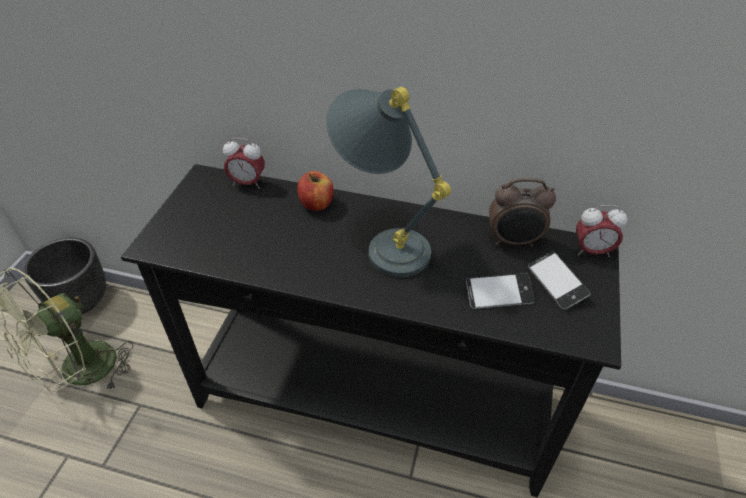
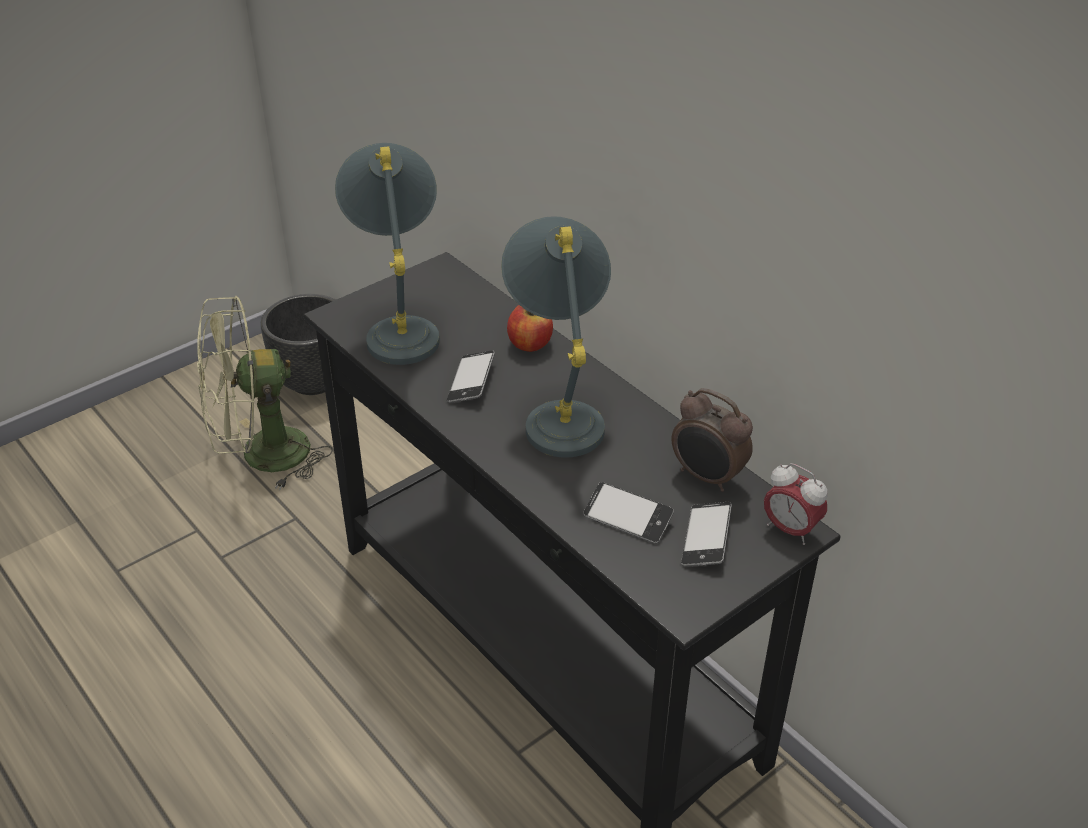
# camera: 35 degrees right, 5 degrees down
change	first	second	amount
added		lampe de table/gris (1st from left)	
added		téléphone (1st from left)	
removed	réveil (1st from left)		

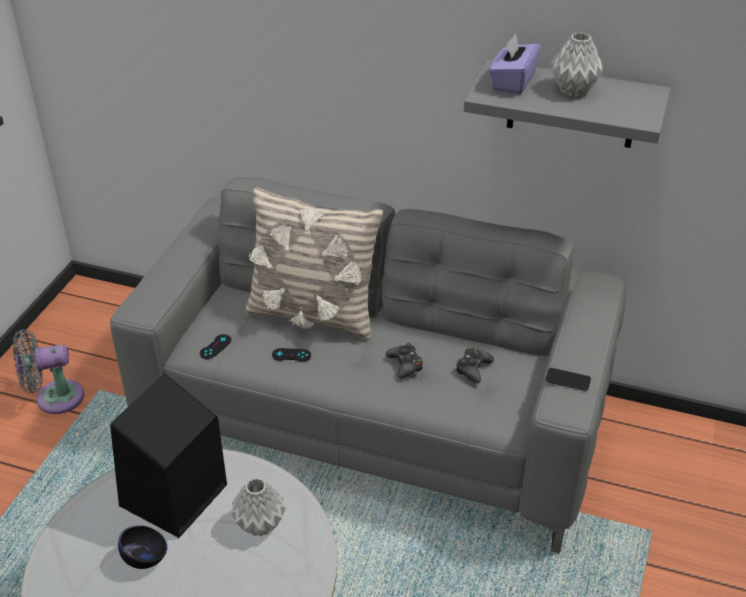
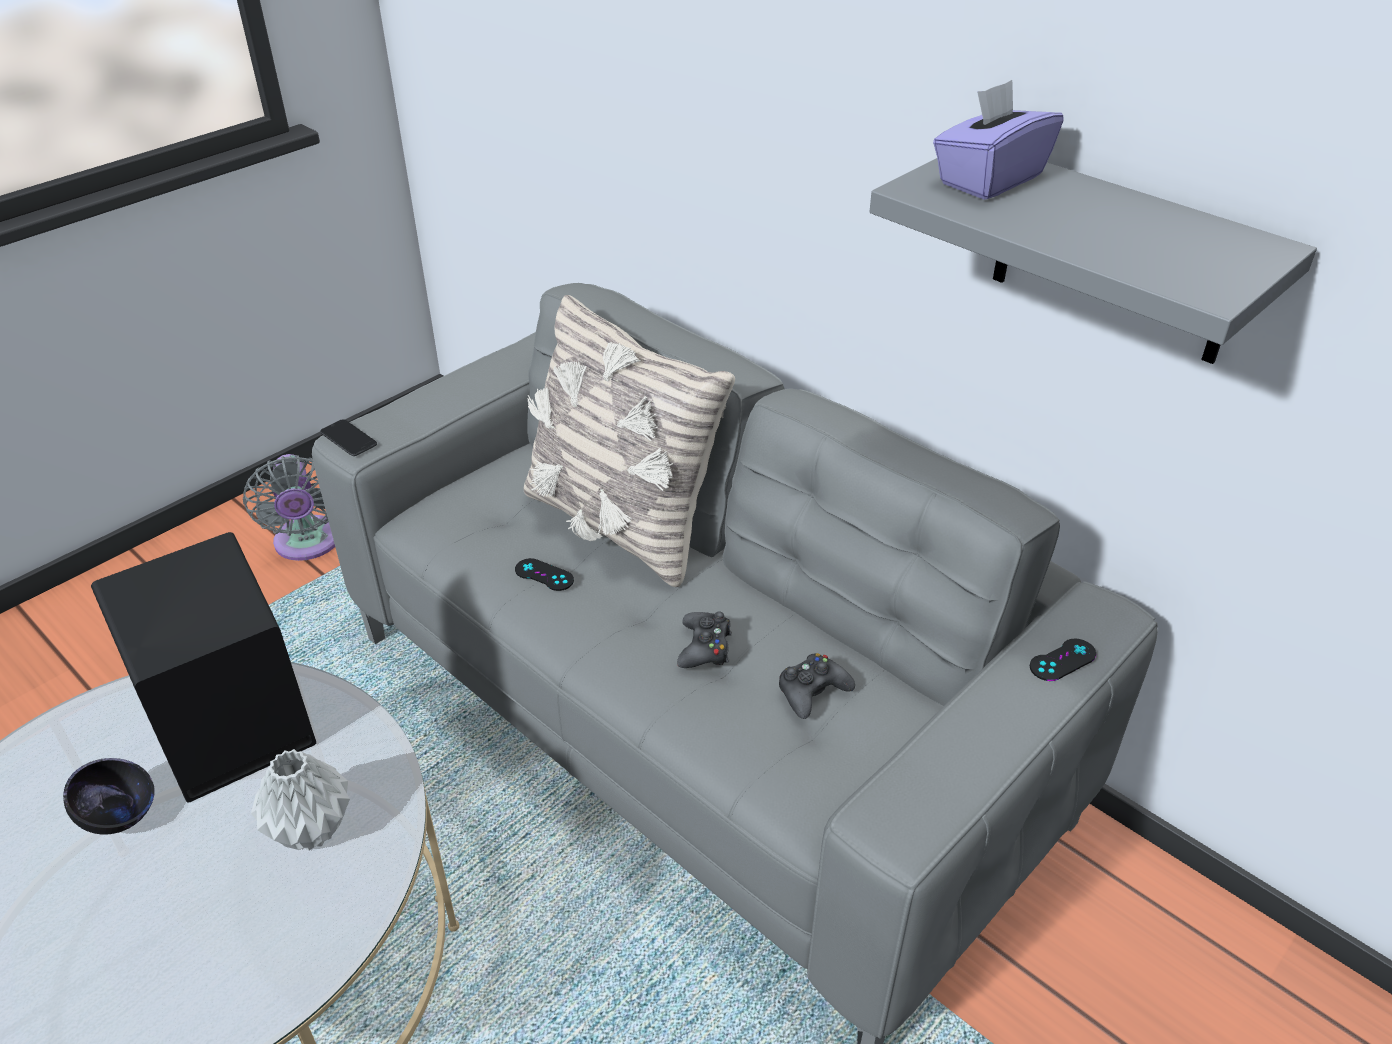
# camera: 25 degrees right, 0 degrees up
change	first	second	amount
turned	ventilateur/gris		120 degrees counterclockwise
moved	téléphone		
moved	manette/noir (1st from left in the first image)	manette/noir (4th from left)	
removed	vase/gris (2nd from left)		

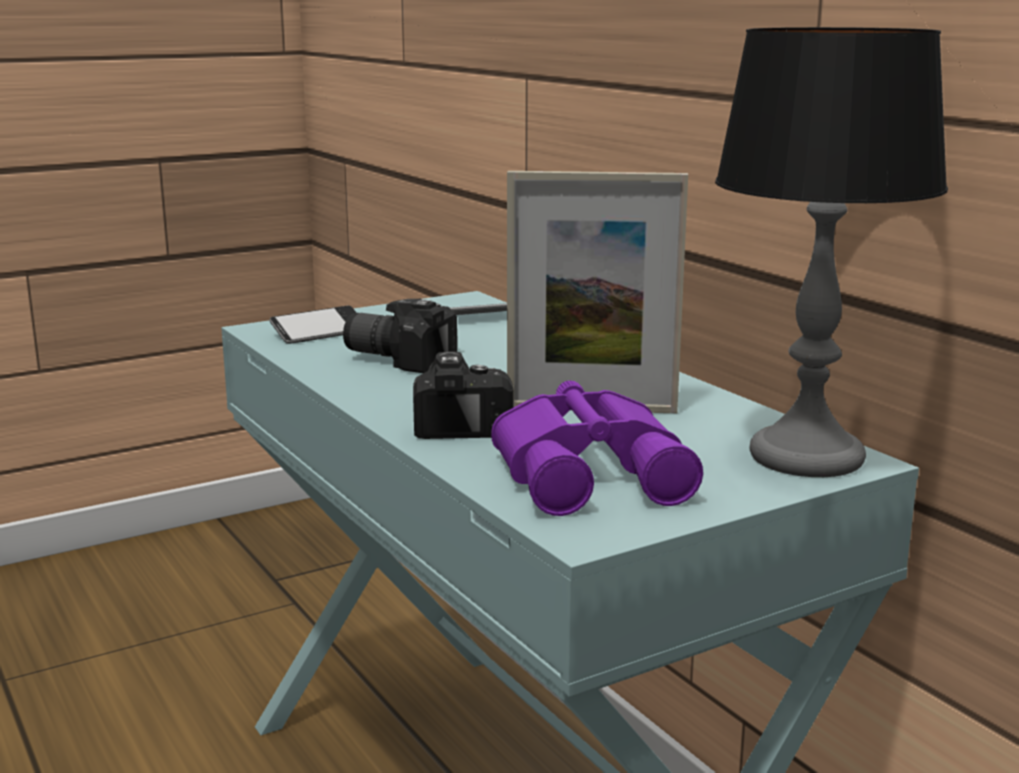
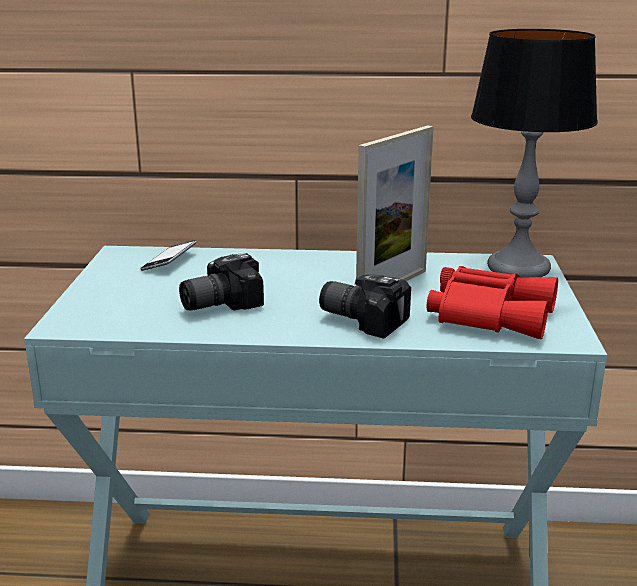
# camera: 55 degrees left, 5 degrees up
change	first	second	amount
recoloured	jumelles/violet	jumelles/rouge	
removed	téléphone (1st from left)		

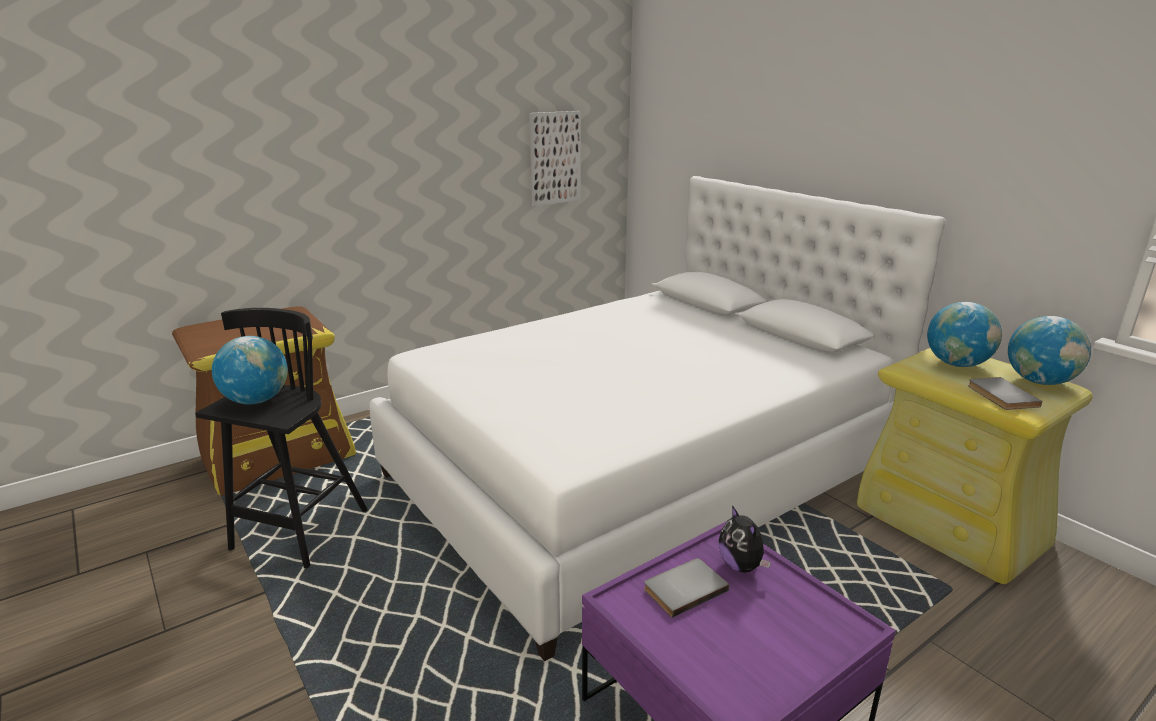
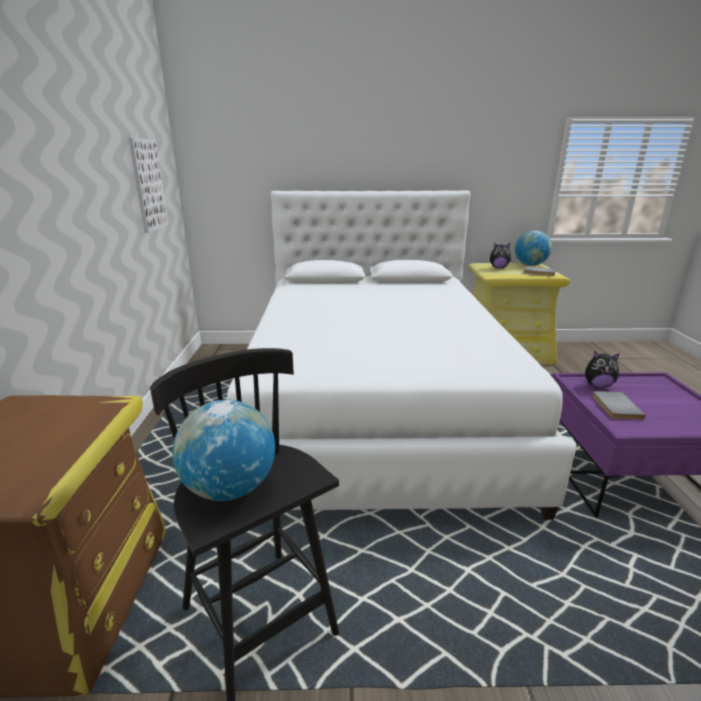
# camera: 55 degrees left, 0 degrees up
change	first	second	amount
replaced	globe (2nd from left)	peluche (1st from left)	

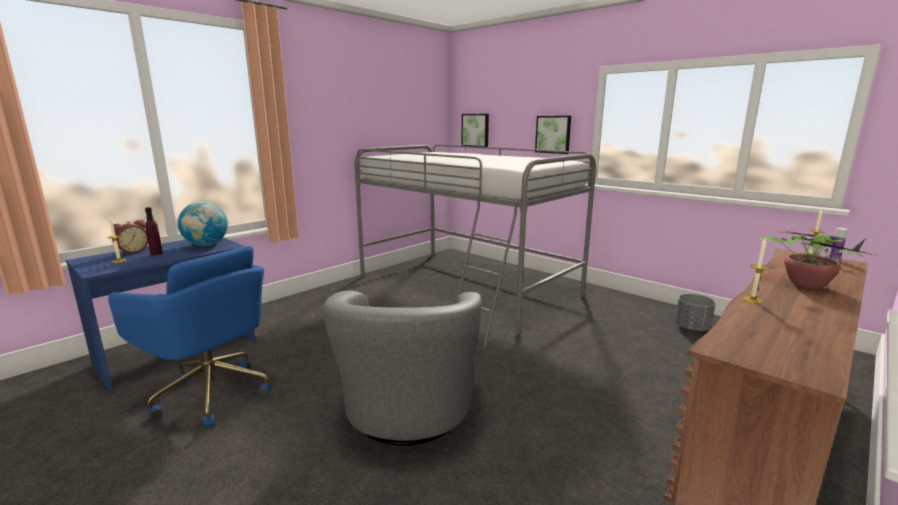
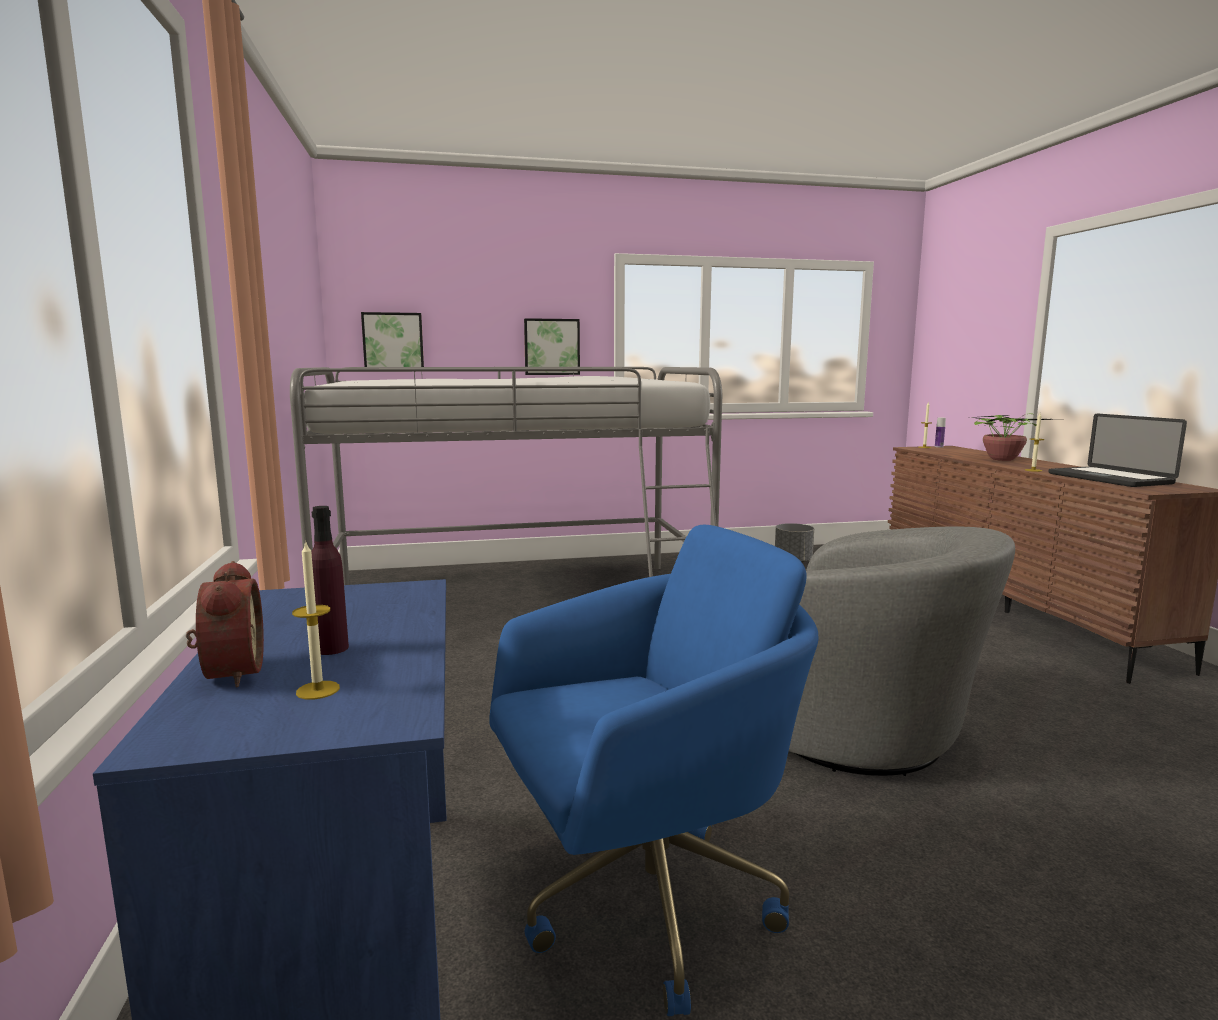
# camera: 55 degrees left, 5 degrees down
change	first	second	amount
added		ordinateur portable	
removed	globe		

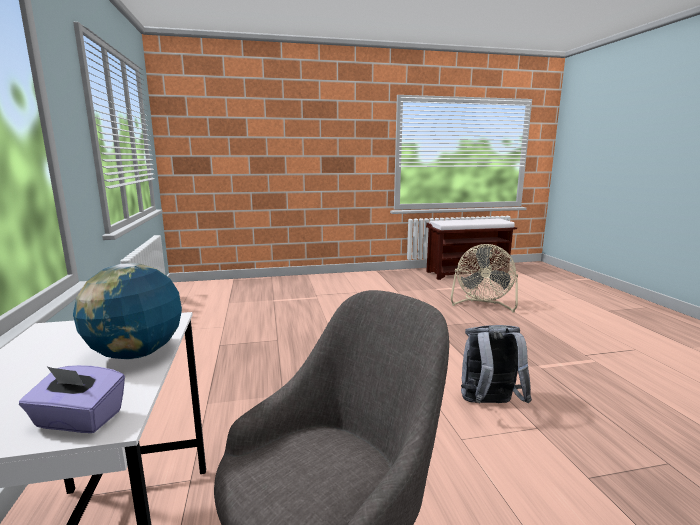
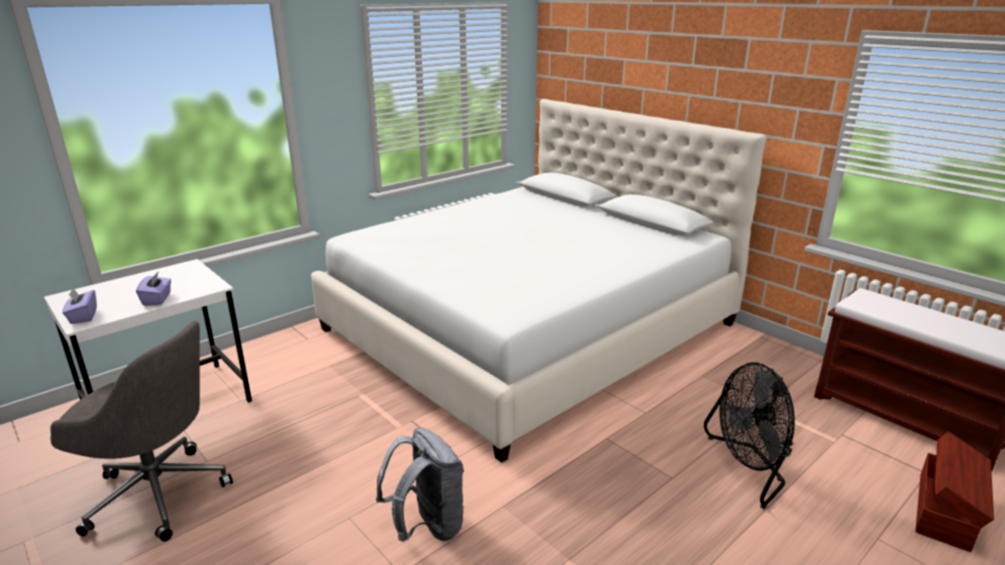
# camera: 60 degrees right, 10 degrees up
change	first	second	amount
replaced	globe	boîte à mouchoirs/violet (2nd from left)	
added		lit/blanc	
recoloured	ventilateur/beige	ventilateur/noir	
added		boîte de rangement/marron	

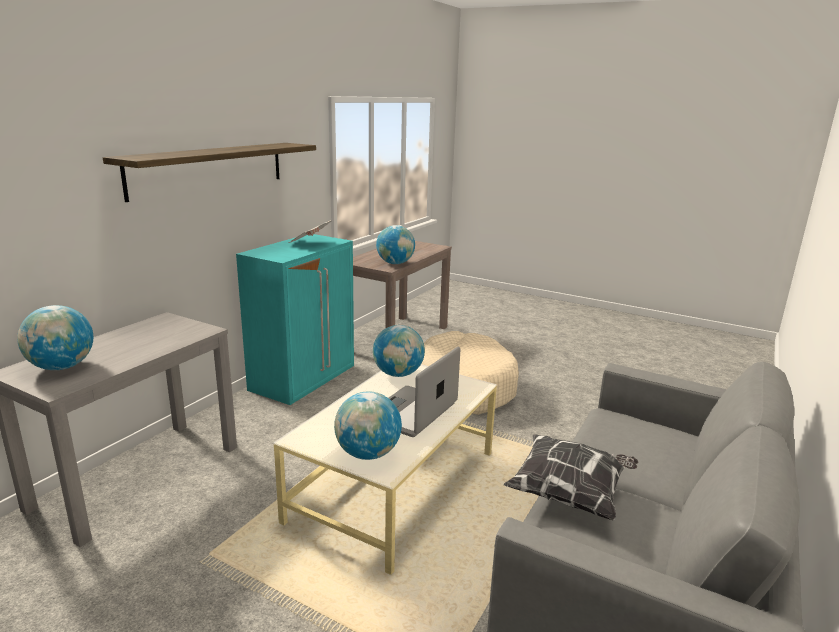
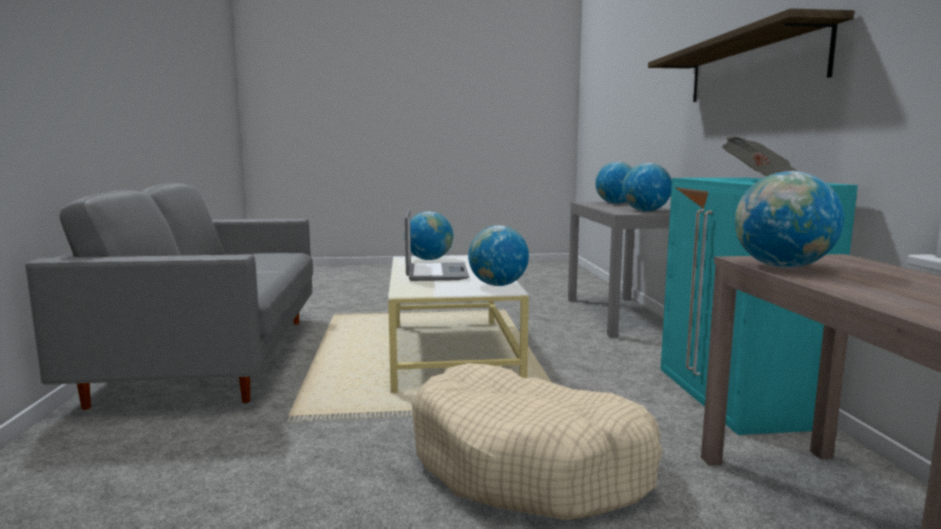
# camera: 145 degrees right, 10 degrees down
change	first	second	amount
added		globe (4th from left)	
removed	coussin		

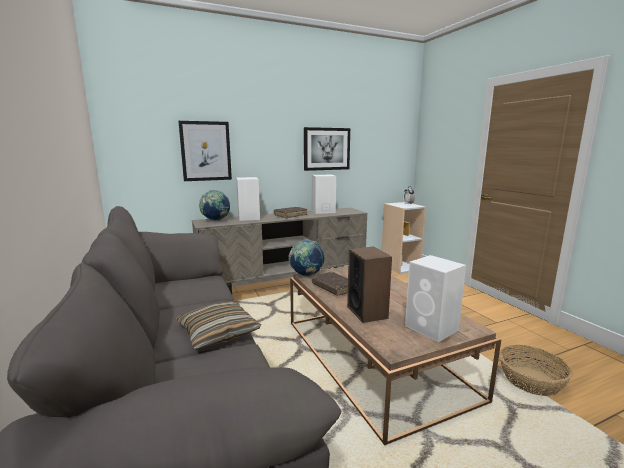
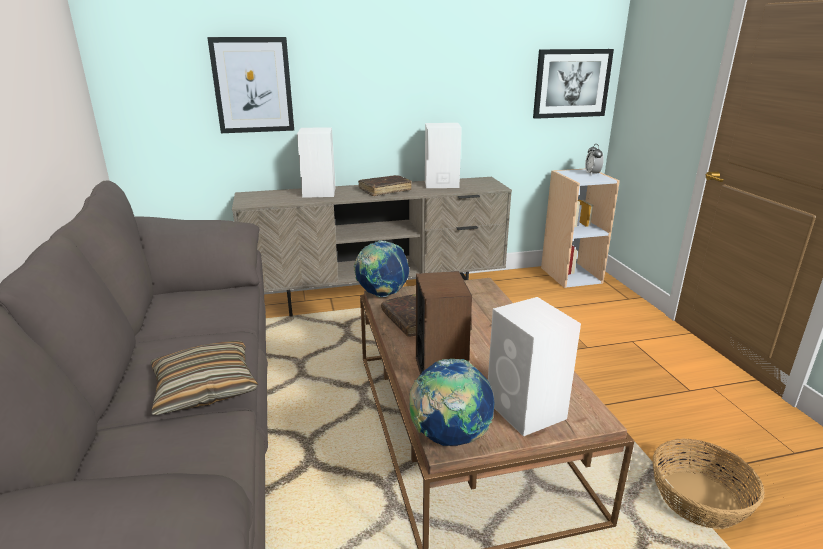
# camera: 10 degrees right, 10 degrees up
change	first	second	amount
moved	globe (1st from left in the first image)	globe (2nd from left)	
moved	tableau (2nd from left)		

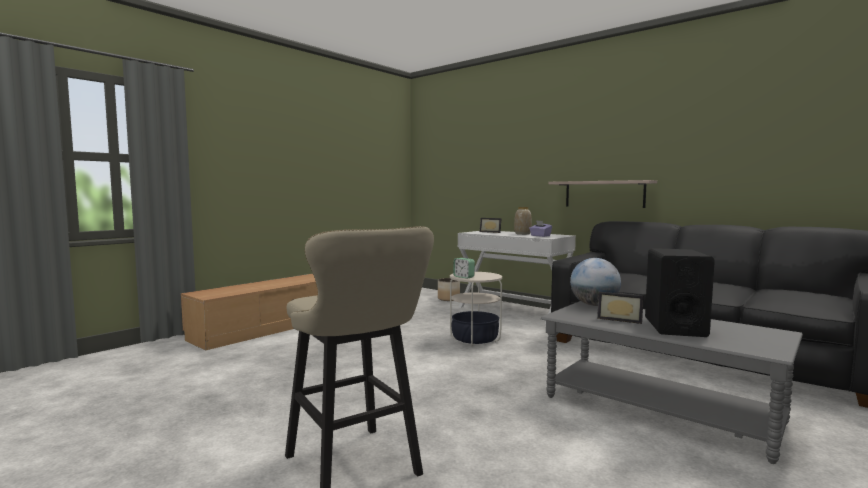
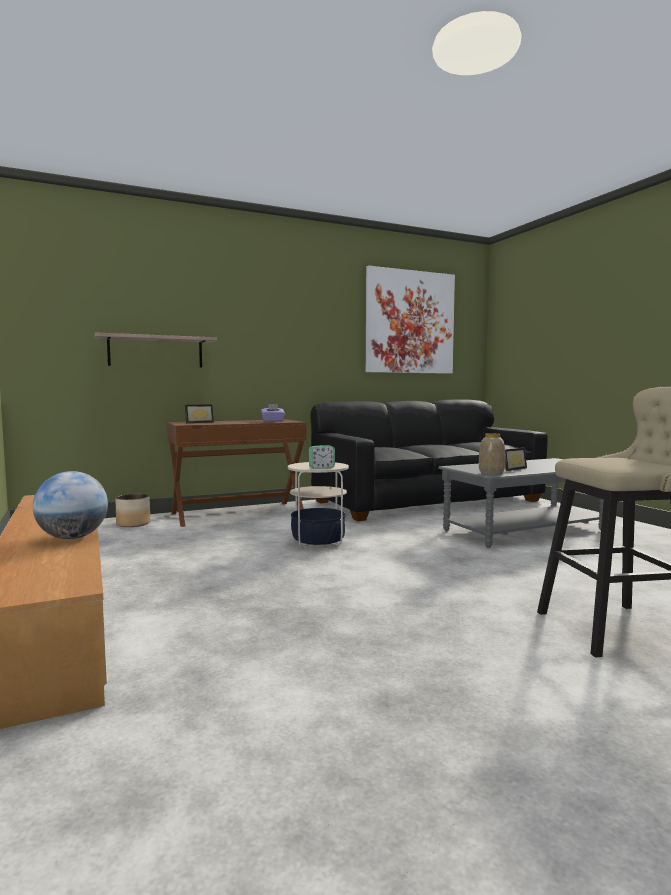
# camera: 65 degrees left, 0 degrees up
change	first	second	amount
moved	globe		
moved	étagère		
recoloured	table console/blanc	table console/marron	
added		tableau	
moved	vase		
removed	enceinte/noir		

